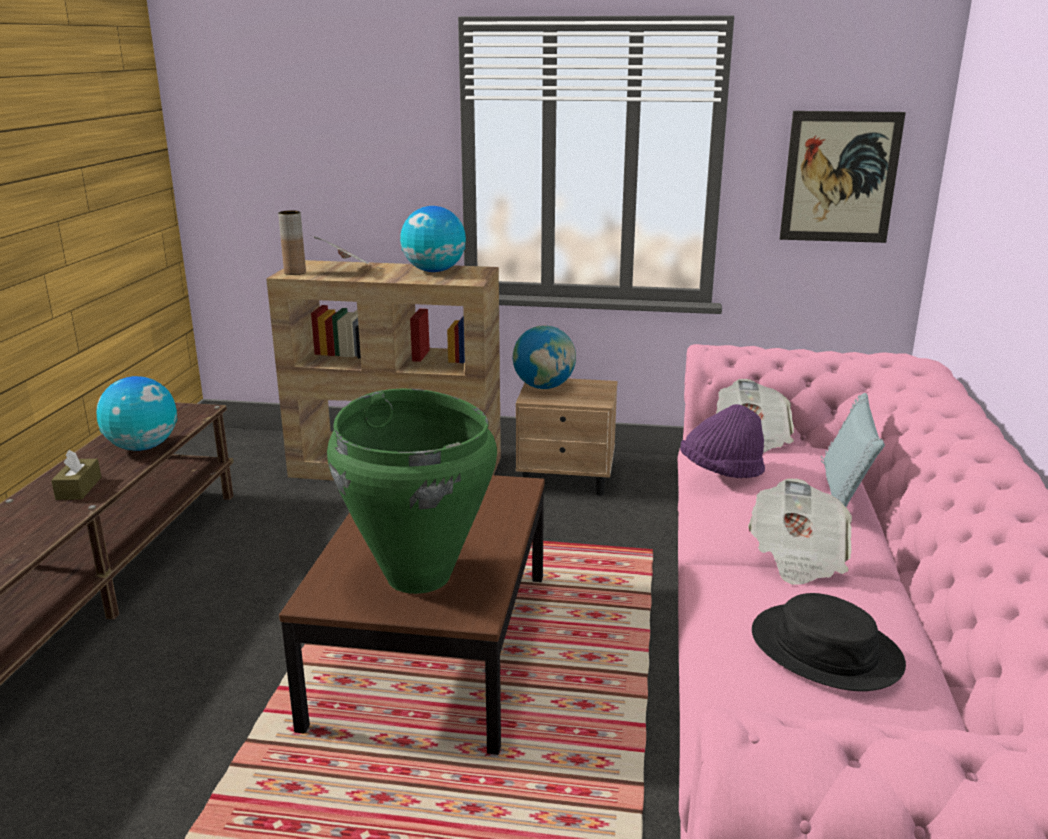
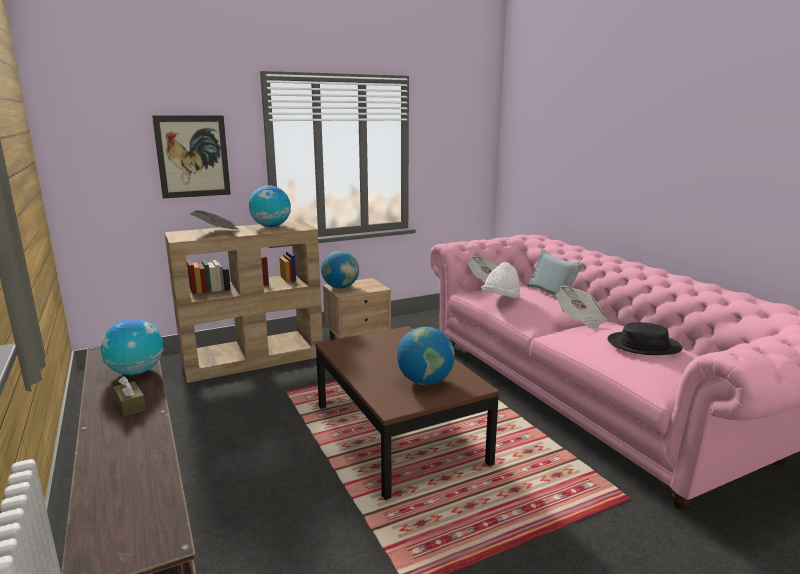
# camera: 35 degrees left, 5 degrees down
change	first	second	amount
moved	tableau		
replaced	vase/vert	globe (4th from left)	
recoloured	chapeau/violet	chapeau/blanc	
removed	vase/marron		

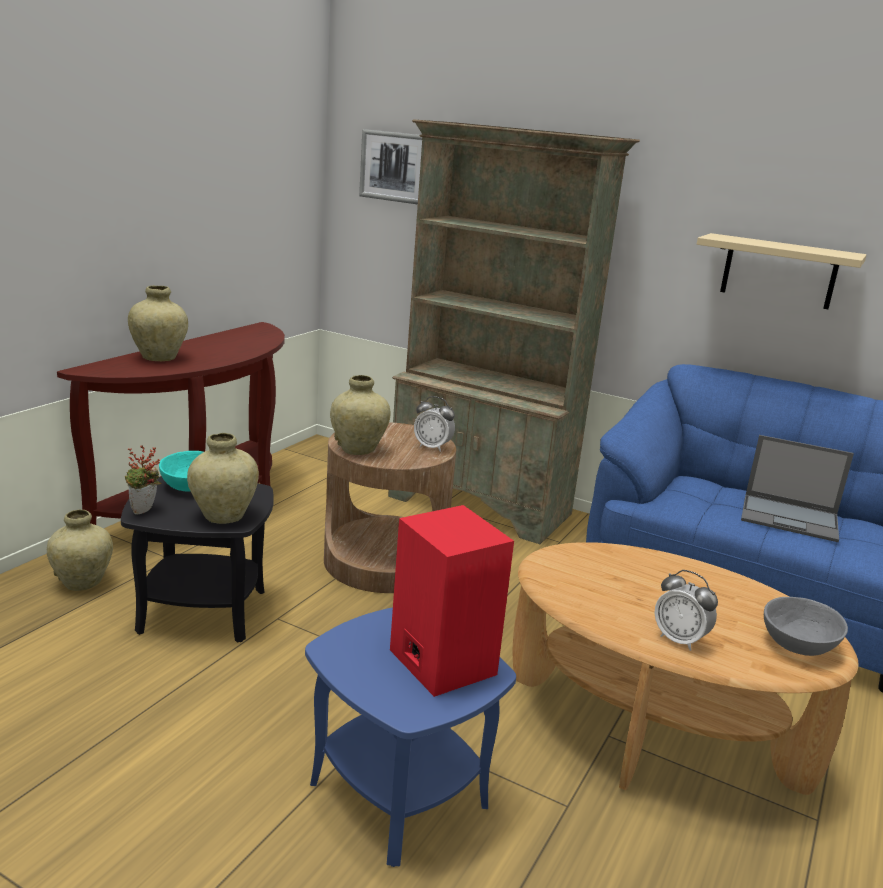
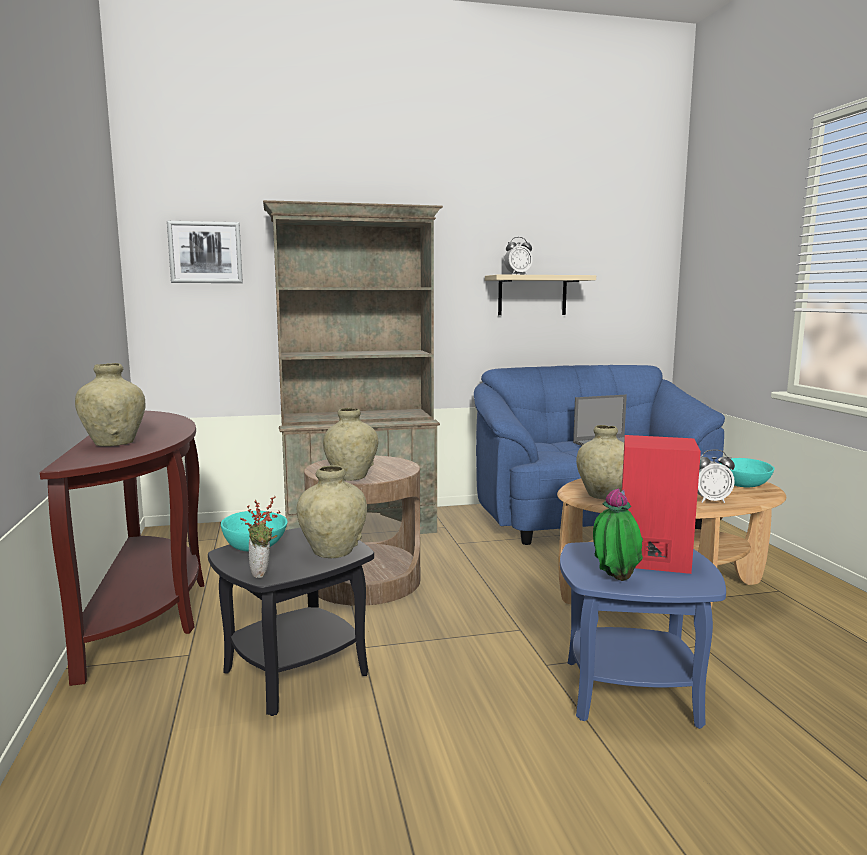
# camera: 40 degrees left, 10 degrees down
change	first	second	amount
moved	réveil (1st from left)		
moved	vase/beige (1st from left in the first image)	vase/beige (4th from left)	
added		plante en pot (2nd from left)	
recoloured	bol/gris	bol/turquoise (2nd from left)	

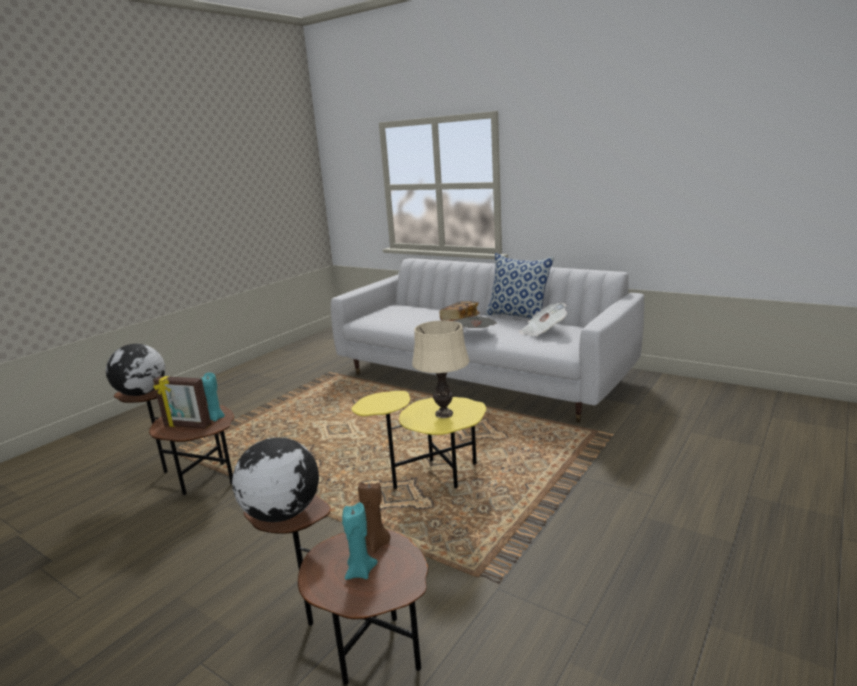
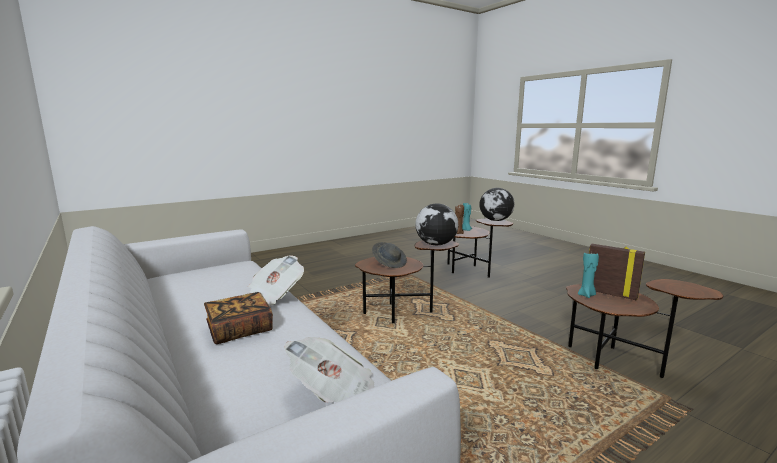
# camera: 160 degrees left, 5 degrees down
change	first	second	amount
moved	journal (2nd from left)		
recoloured	table d'appoint/jaune	table d'appoint/marron (1st from left)	
replaced	lampe de table/beige	chapeau/gris	
moved	globe (1st from left)		
removed	coussin		

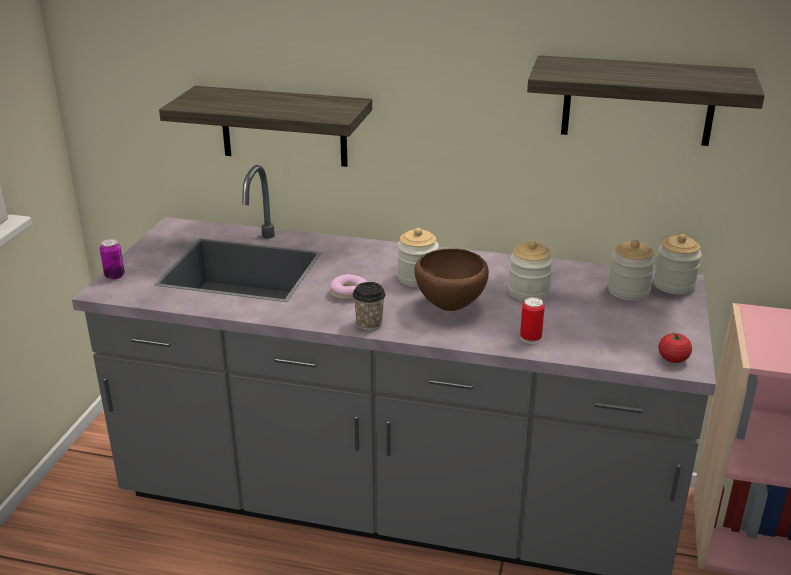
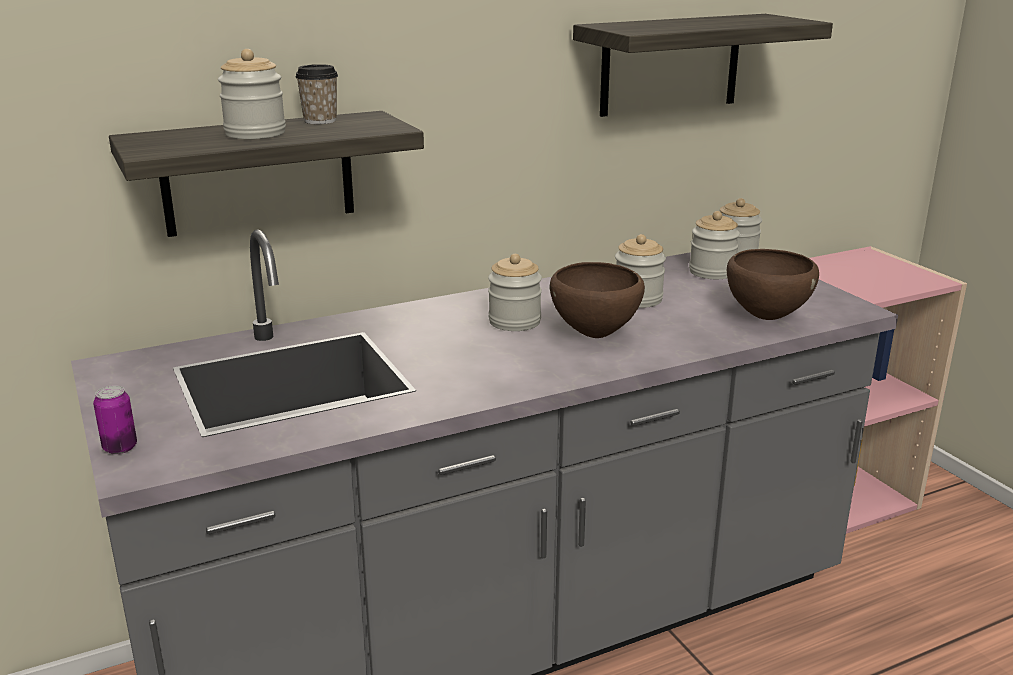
# camera: 40 degrees left, 5 degrees down
change	first	second	amount
added		bocal (1st from left)	
moved	tasse		
added		bol/marron (2nd from left)	
removed	beignet		
removed	boîte métallique (2nd from left)		
removed	tomate		

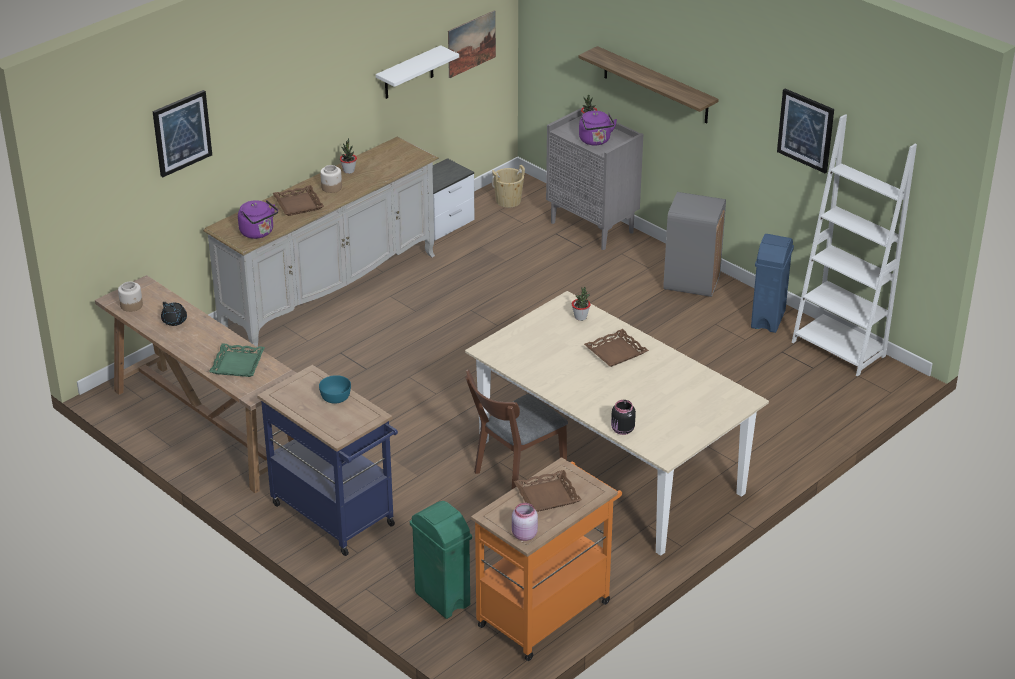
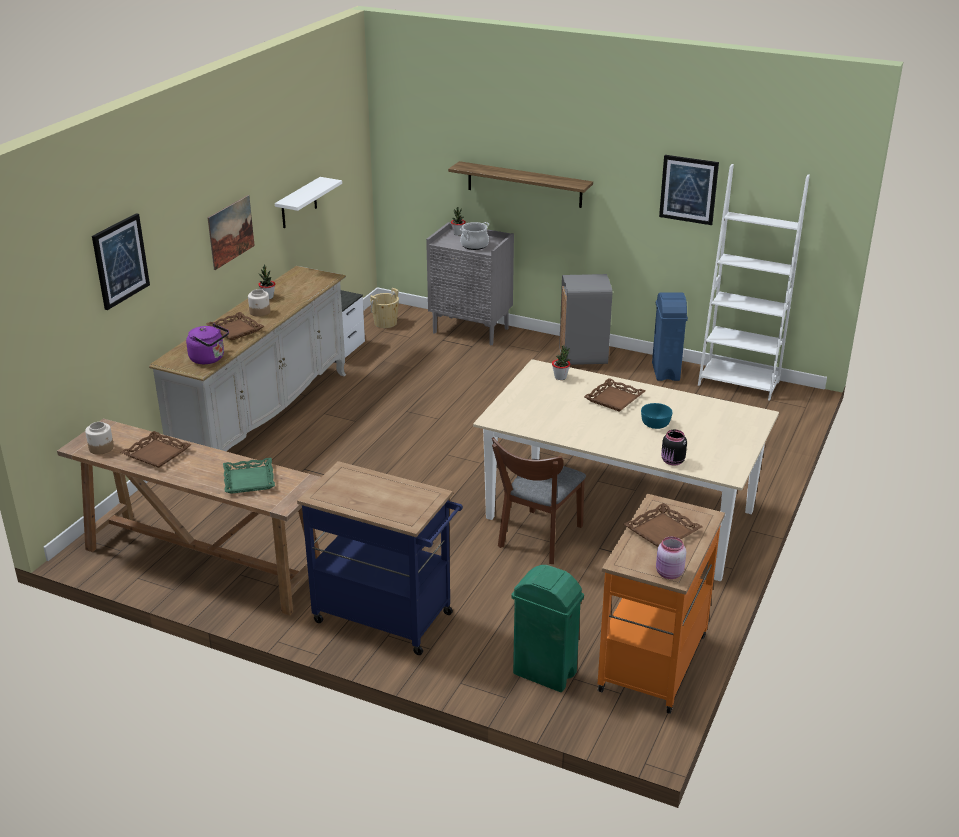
# camera: 20 degrees left, 5 degrees down
change	first	second	amount
replaced	théière/noir	plateau/marron (1st from left)	
moved	tableau (2nd from left)		
replaced	bouilloire/violet (2nd from left)	marmite	
moved	bol/turquoise		

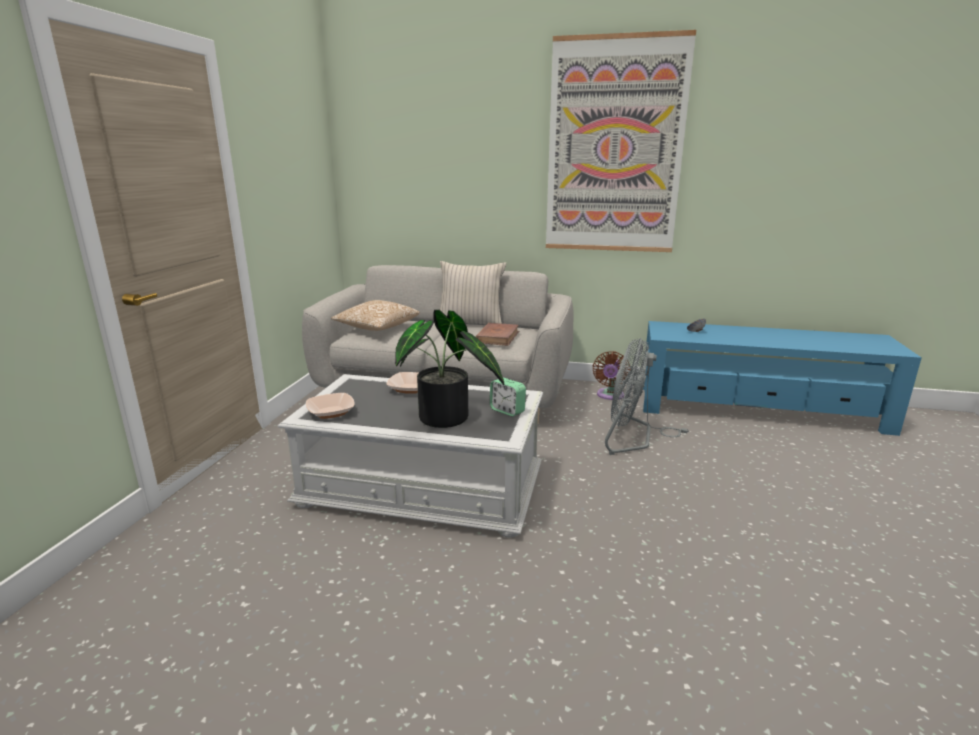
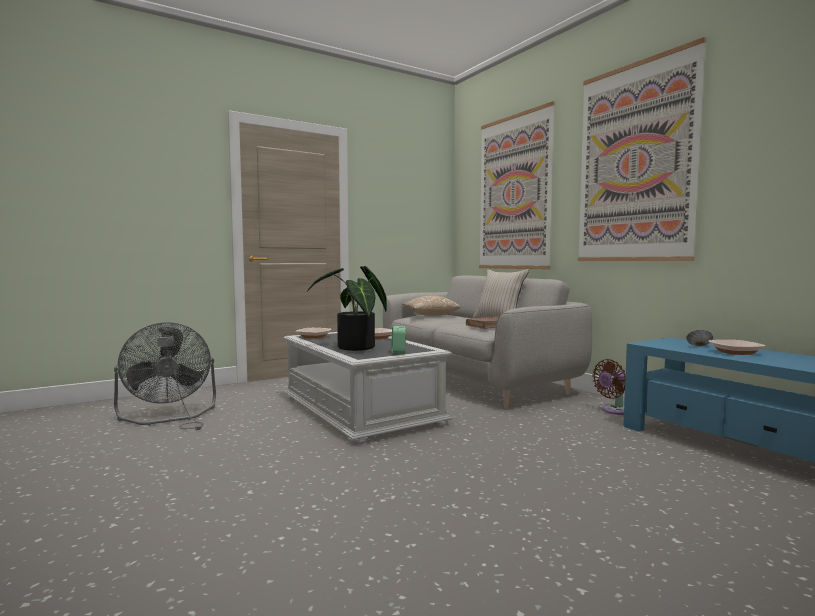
# camera: 45 degrees right, 15 degrees down
change	first	second	amount
moved	ventilateur/gris		
added		tableau (1st from left)	
added		bol (4th from left)	

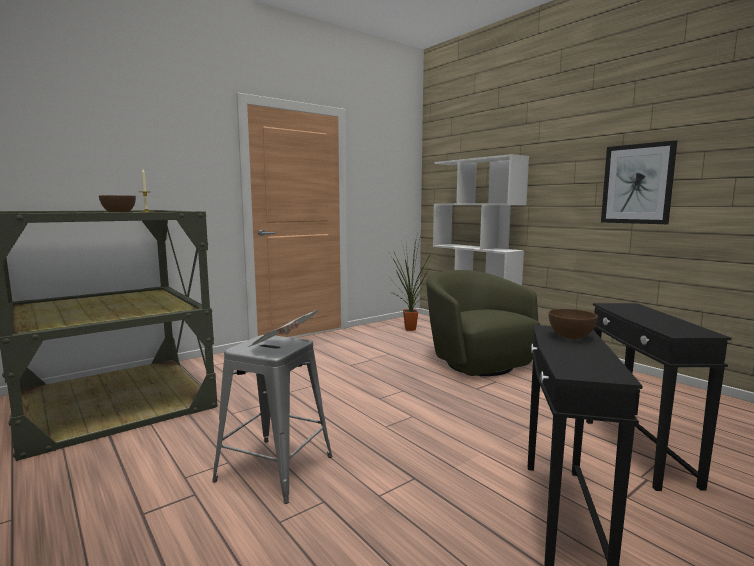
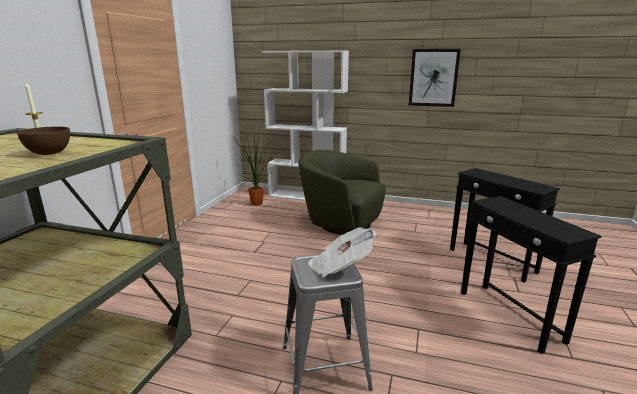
# camera: 35 degrees left, 10 degrees up
change	first	second	amount
removed	bol/marron (2nd from left)		

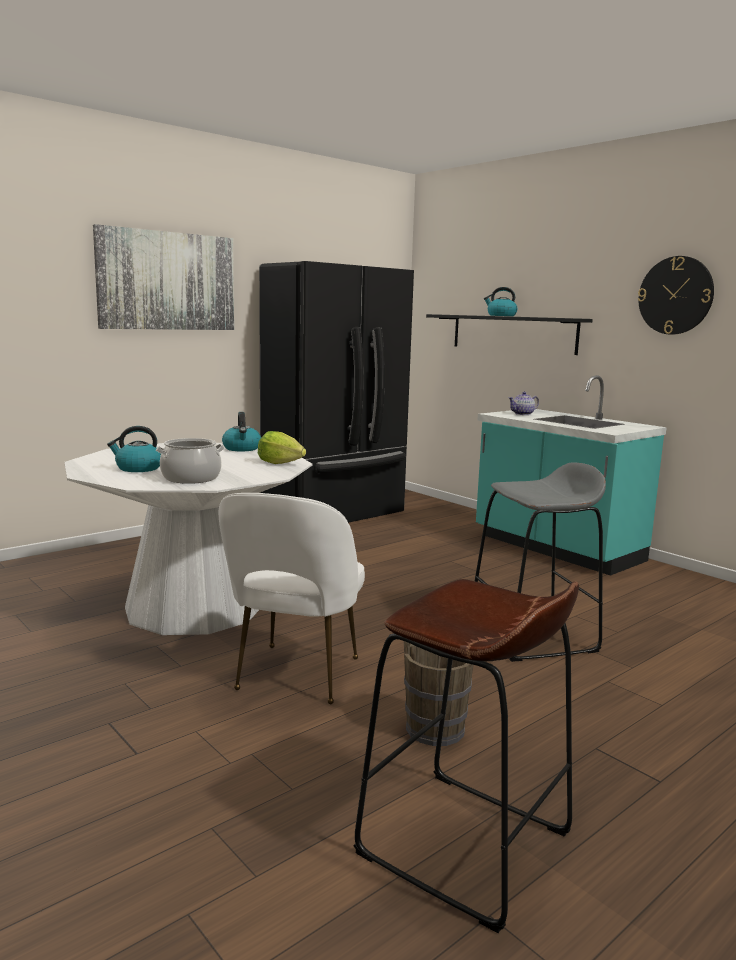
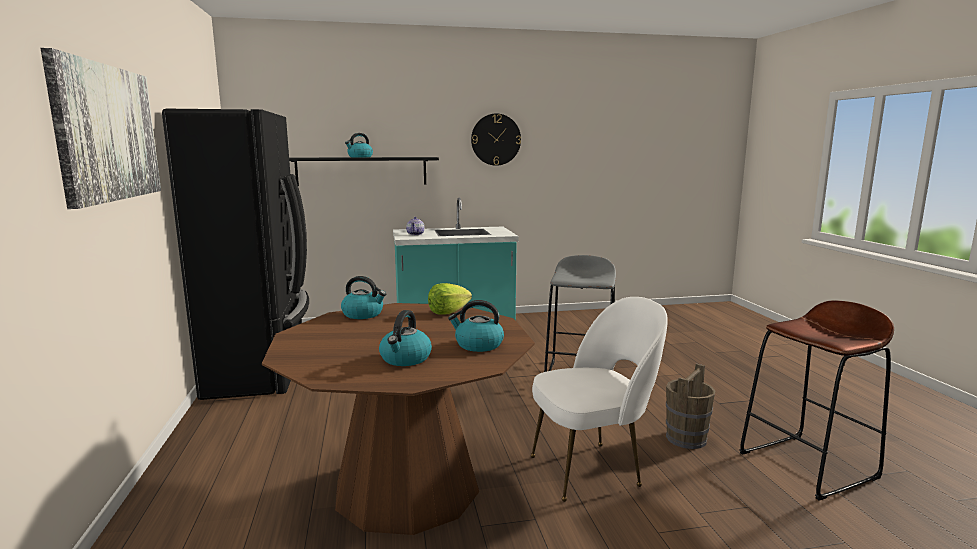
# camera: 60 degrees left, 0 degrees up
change	first	second	amount
recoloured	table à manger/blanc	table à manger/marron	
replaced	marmite	bouilloire (4th from left)	
turned	chaise/blanc		60 degrees counterclockwise

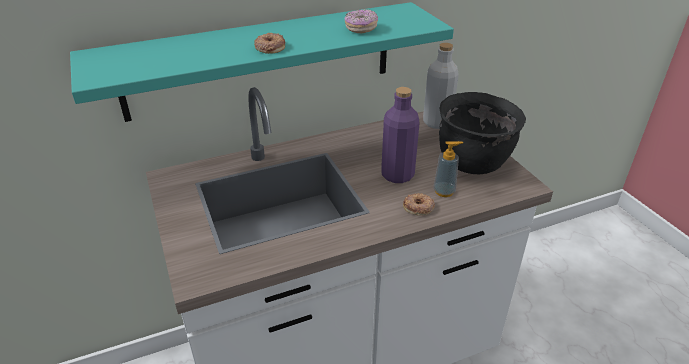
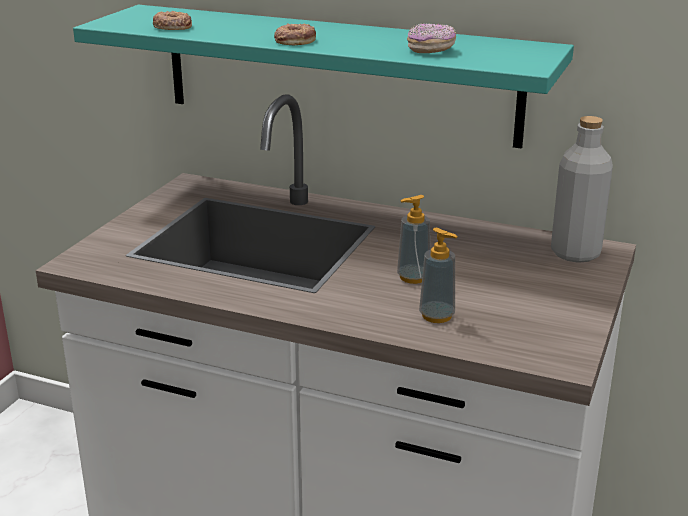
# camera: 45 degrees right, 10 degrees down
change	first	second	amount
moved	beignet (3rd from left in the first image)	beignet (1st from left)	
replaced	bouteille/violet	distributeur de savon (1st from left)	
removed	marmite/noir		

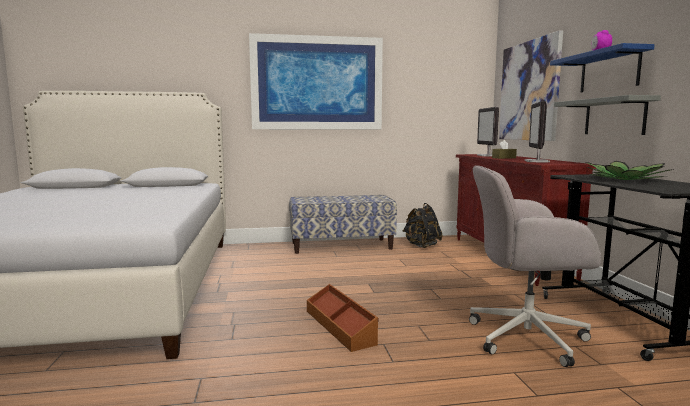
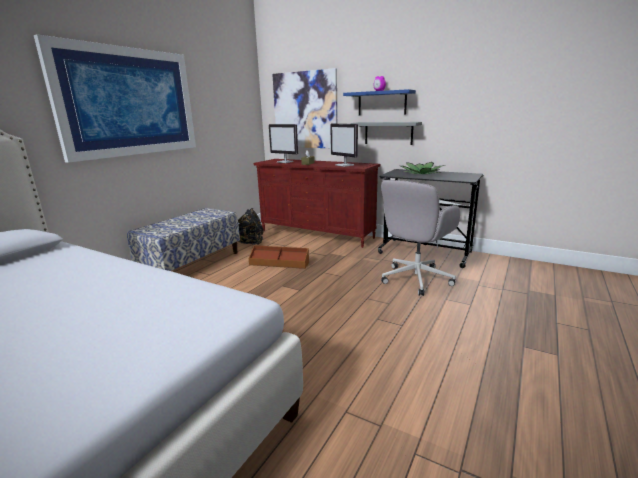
# camera: 50 degrees left, 10 degrees up
change	first	second	amount
moved	boîte de rangement/marron		

